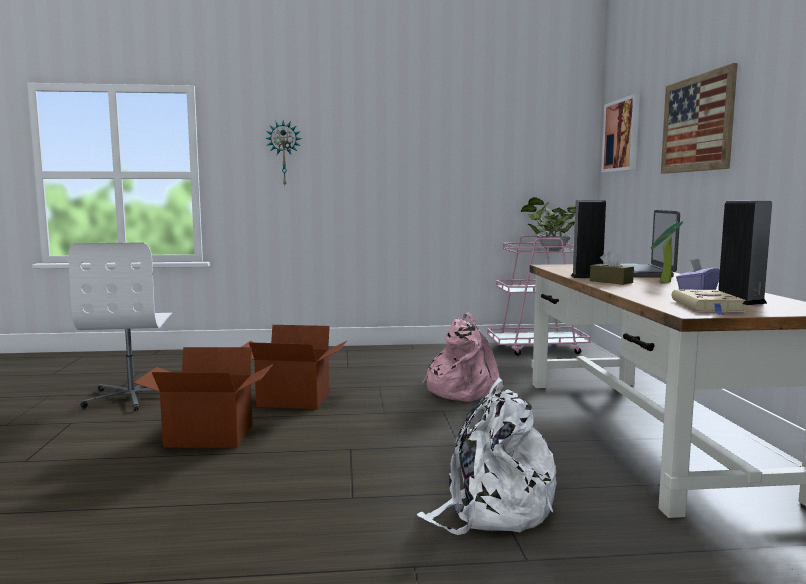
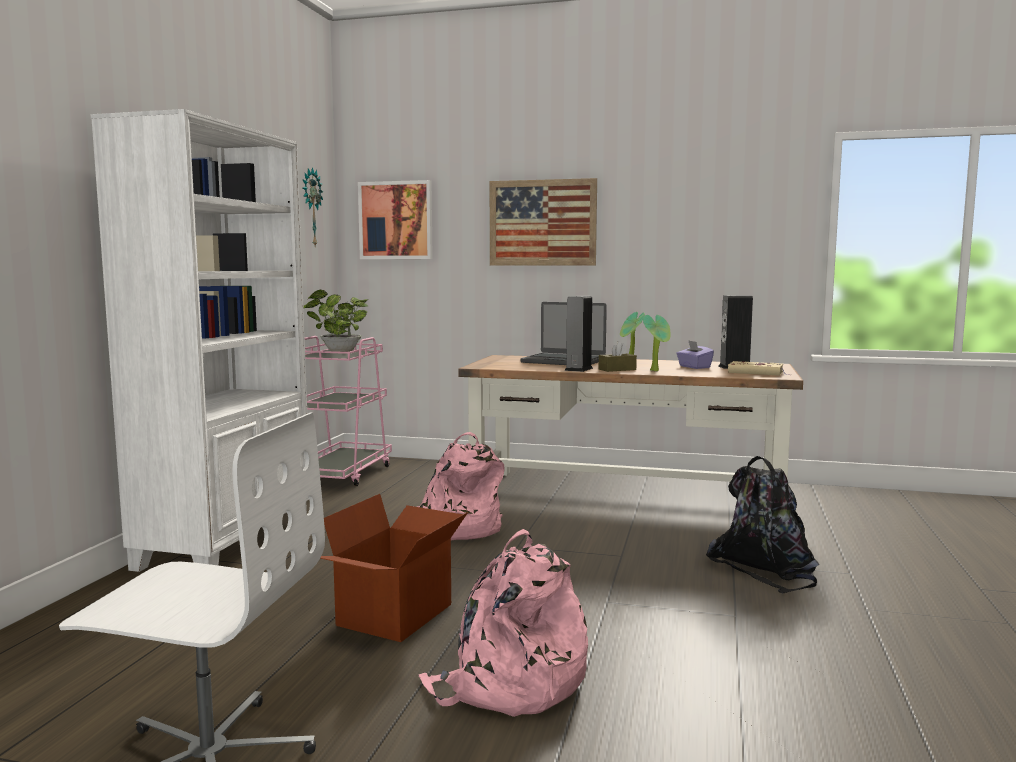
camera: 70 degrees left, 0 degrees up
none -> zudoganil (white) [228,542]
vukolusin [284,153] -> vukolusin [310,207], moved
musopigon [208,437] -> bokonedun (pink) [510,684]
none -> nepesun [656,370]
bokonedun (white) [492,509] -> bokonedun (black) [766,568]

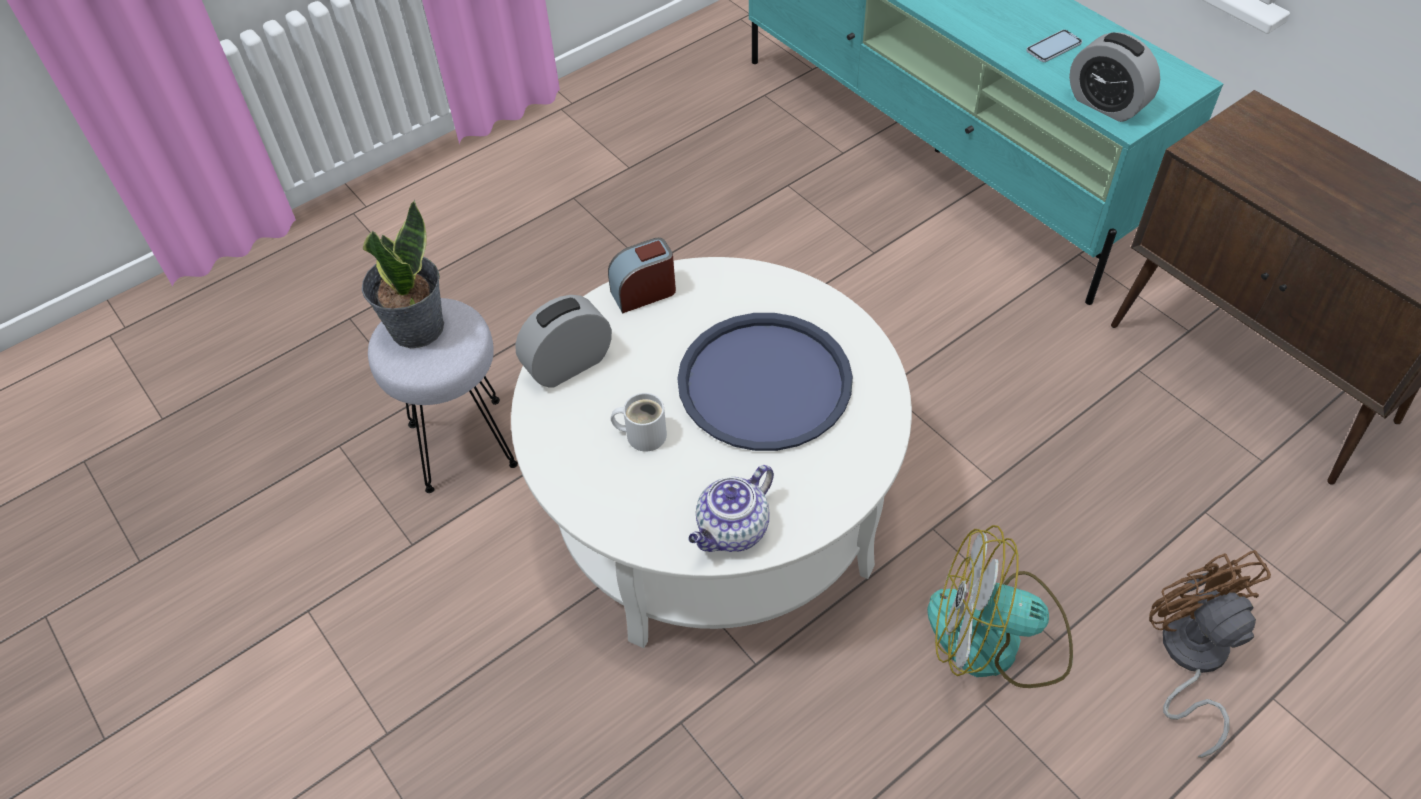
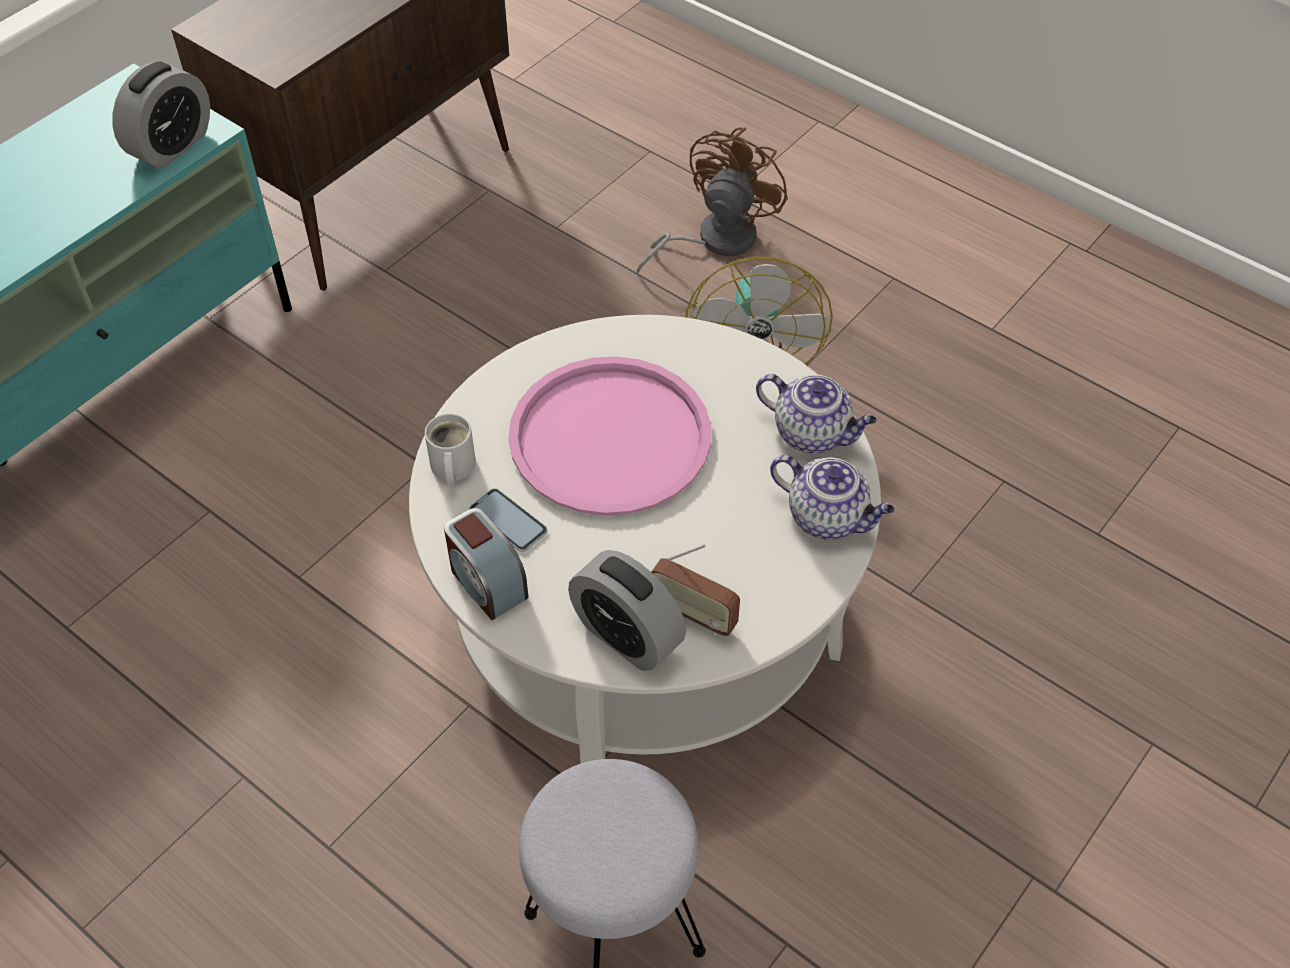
camera: 105 degrees left, 0 degrees up
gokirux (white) [642,433] -> gokirux (white) [451,467], moved
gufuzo [1053,47] -> gufuzo [508,521], moved
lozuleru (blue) [765,383] -> lozuleru (pink) [610,437]
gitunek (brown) [1189,658] -> gitunek (brown) [714,240], 150 degrees clockwise
none -> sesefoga [694,615]
none -> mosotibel [828,517]
nepesun [416,327] -> none

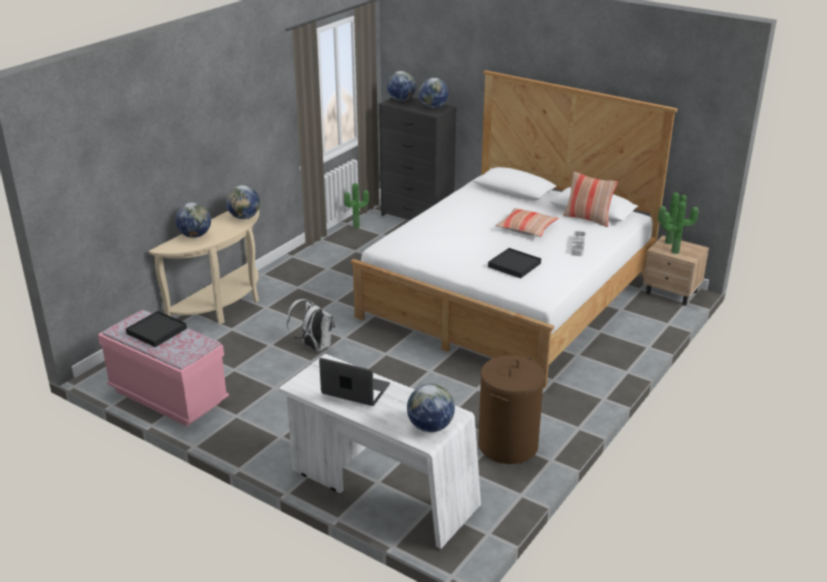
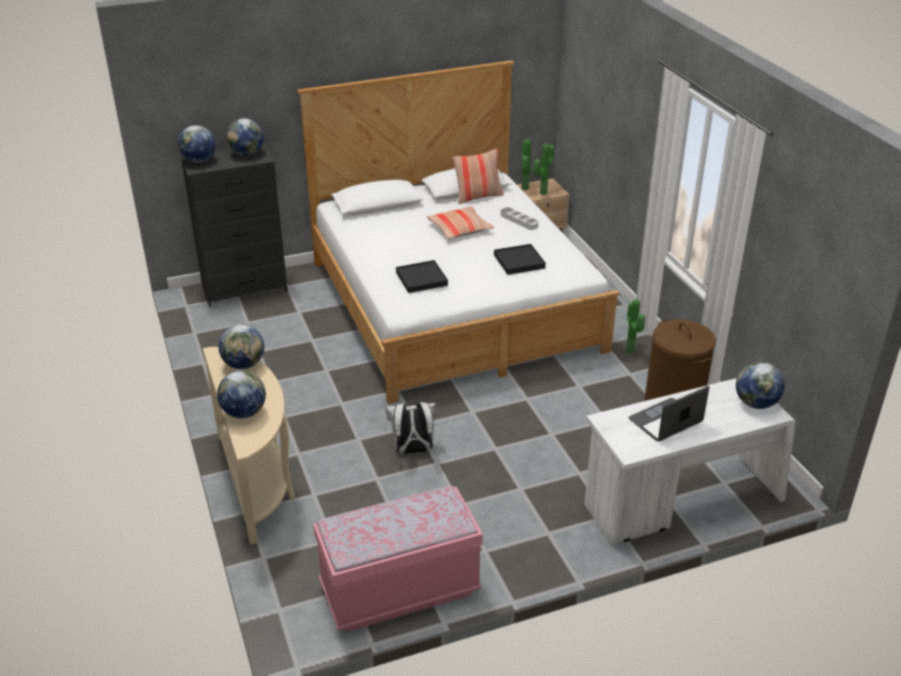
camera: 55 degrees left, 5 degrees up
lozuleru (black) [156,331] -> lozuleru (black) [421,279], moved
nepesun [357,227] -> nepesun [631,351], moved

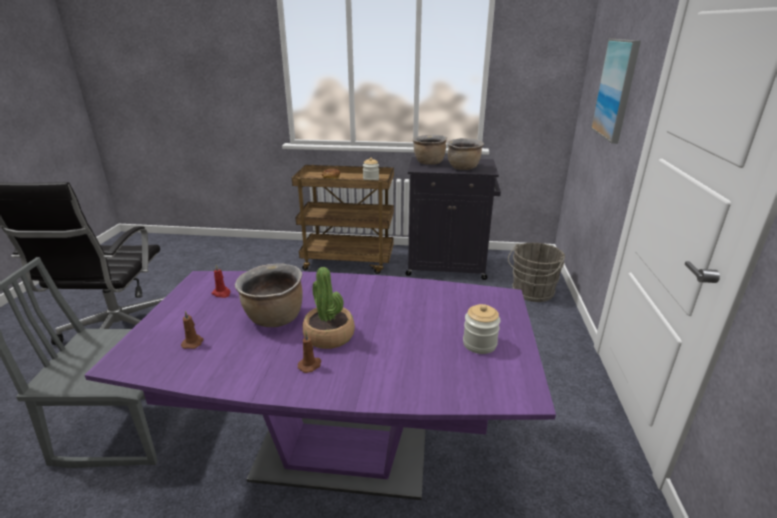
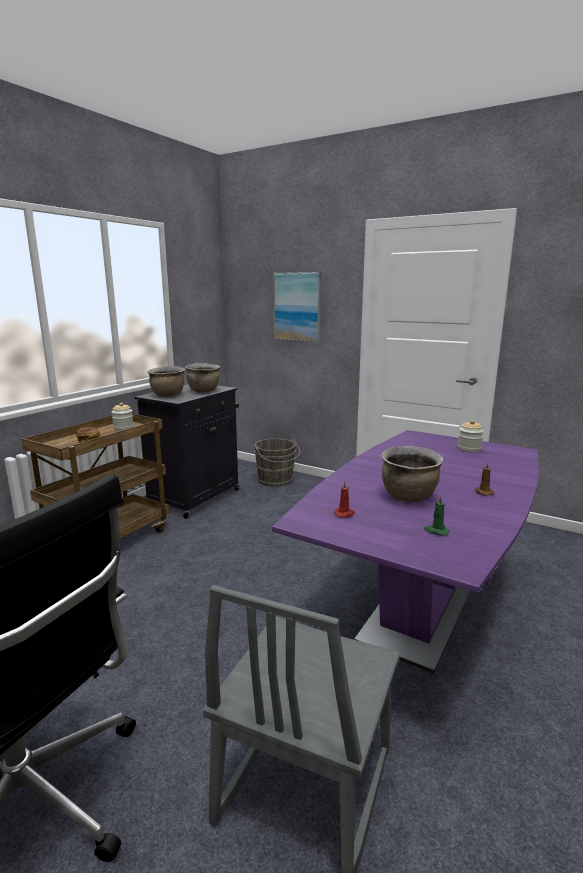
camera: 65 degrees left, 10 degrees down
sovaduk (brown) [193,342] -> sovaduk (green) [436,531]
nepesun [329,335] -> none

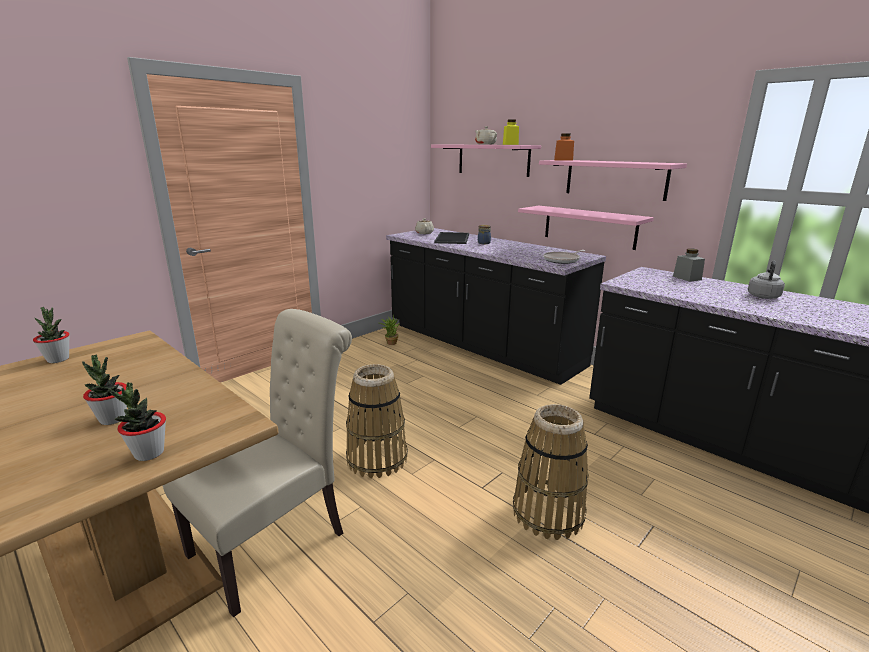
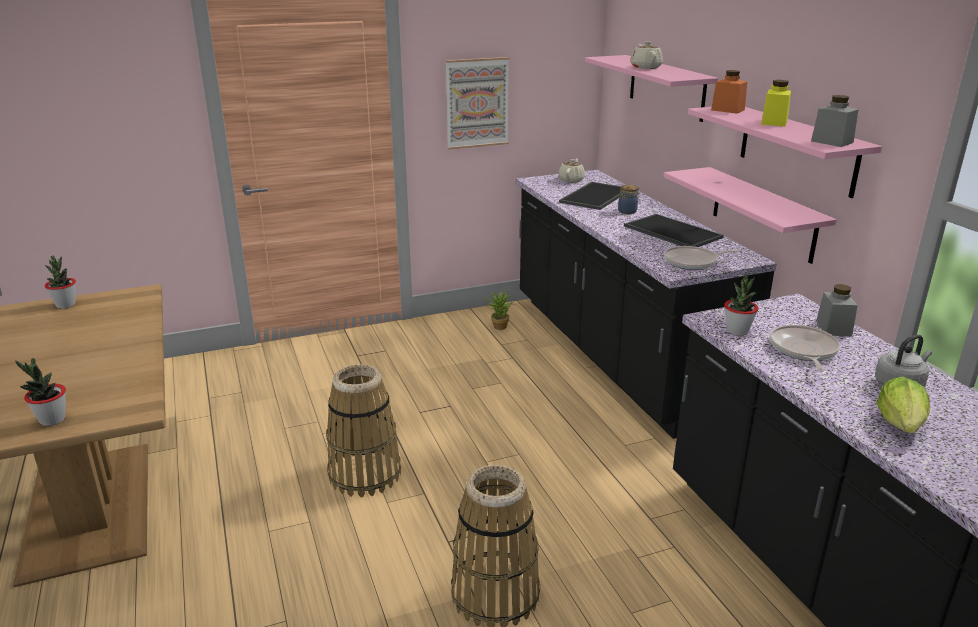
camera: 25 degrees right, 5 degrees up
none -> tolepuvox [477,103]
none -> lozuleru [670,232]
nepesun [113,419] -> nepesun [737,331], moved
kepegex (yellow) [510,144] -> kepegex (yellow) [774,122], moved
none -> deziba [803,350]
none -> kepegex (grey) [832,142]
none -> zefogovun [901,424]
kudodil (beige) [278,542] -> none

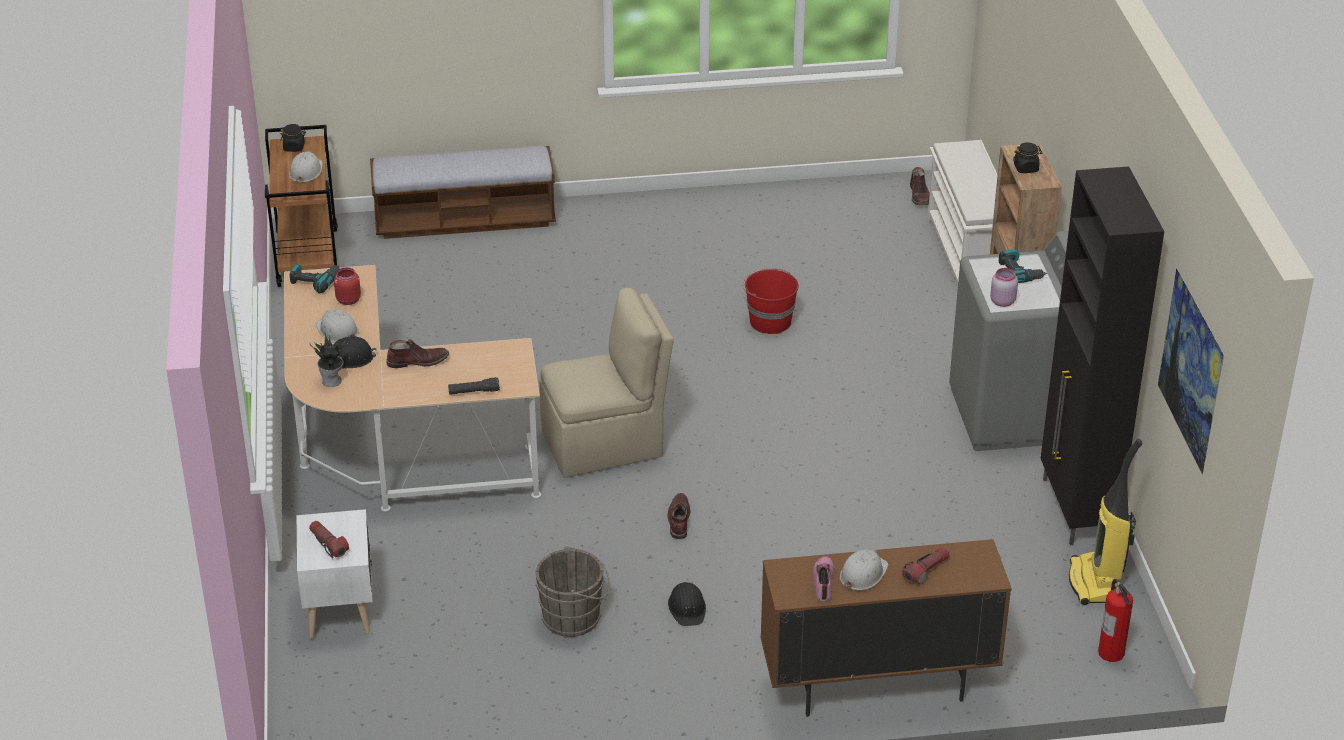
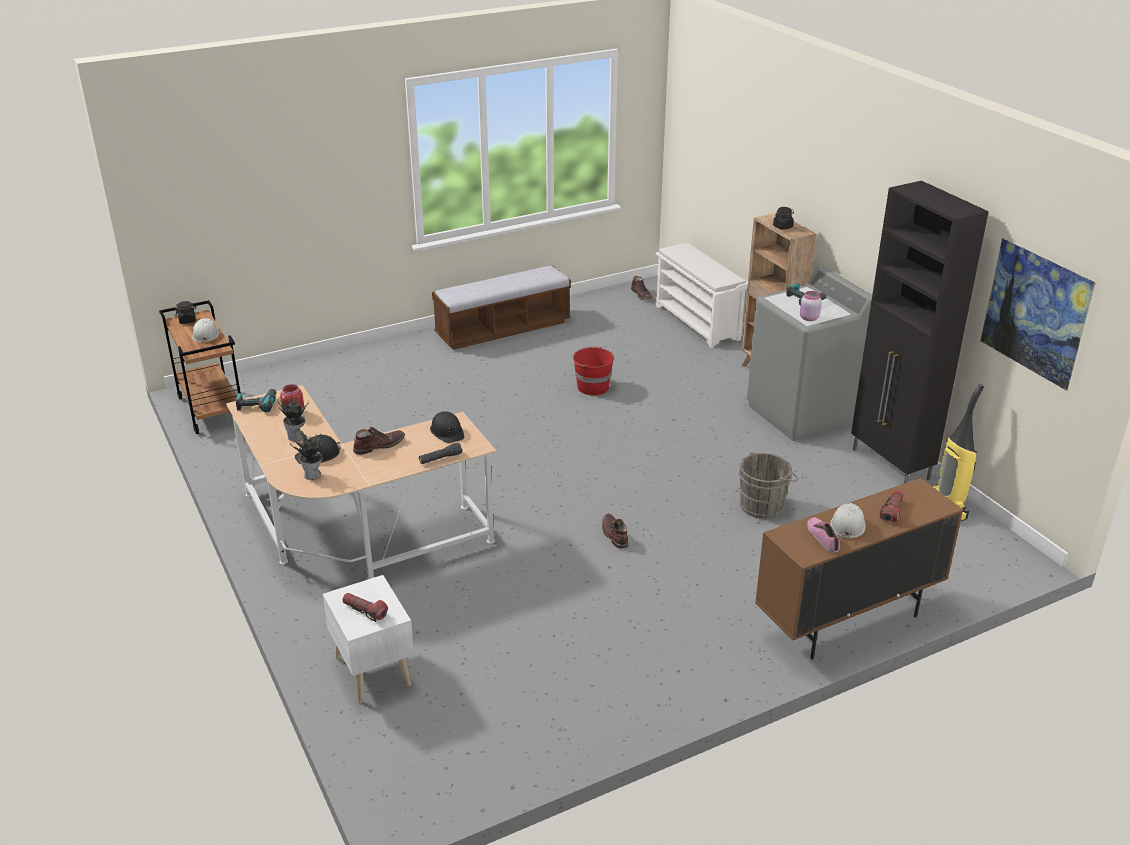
camera: 20 degrees left, 5 degrees down
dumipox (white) [337,331] -> nepesun [296,437]
dumipox (black) [687,608] -> dumipox (black) [447,432], moved
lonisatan [465,220] -> lonisatan [503,329], moved
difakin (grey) [575,617] -> difakin (grey) [764,505], moved
kudodil (beige) [605,444] -> none
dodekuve [1110,652] -> none

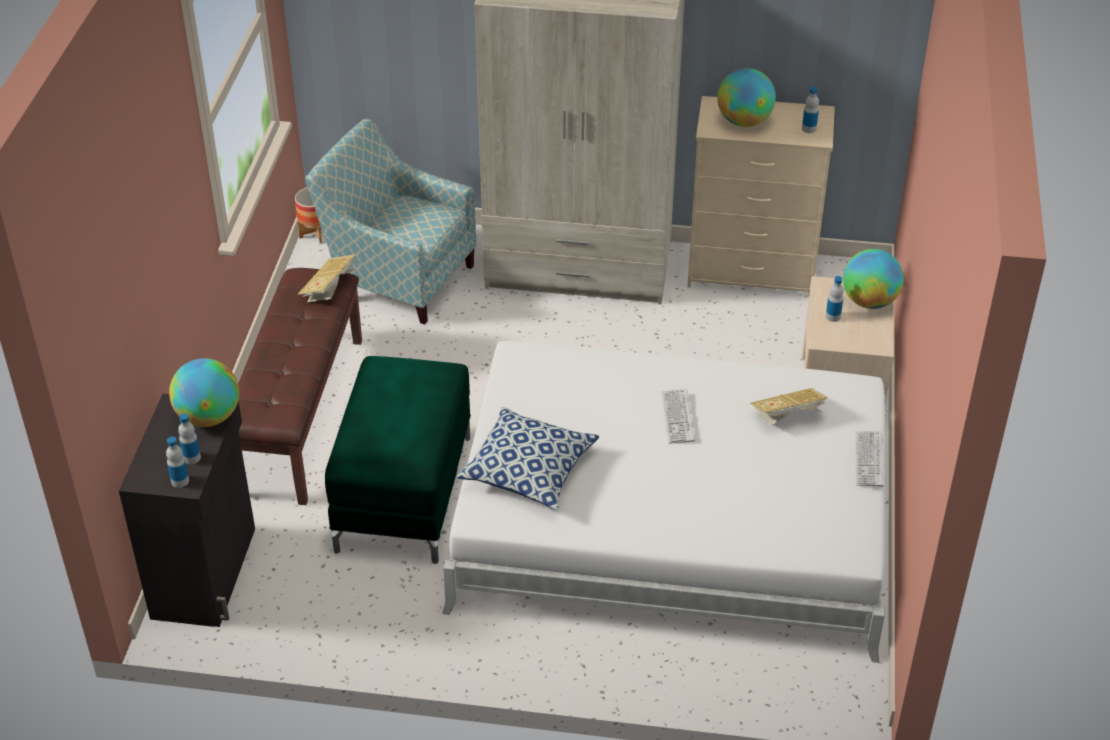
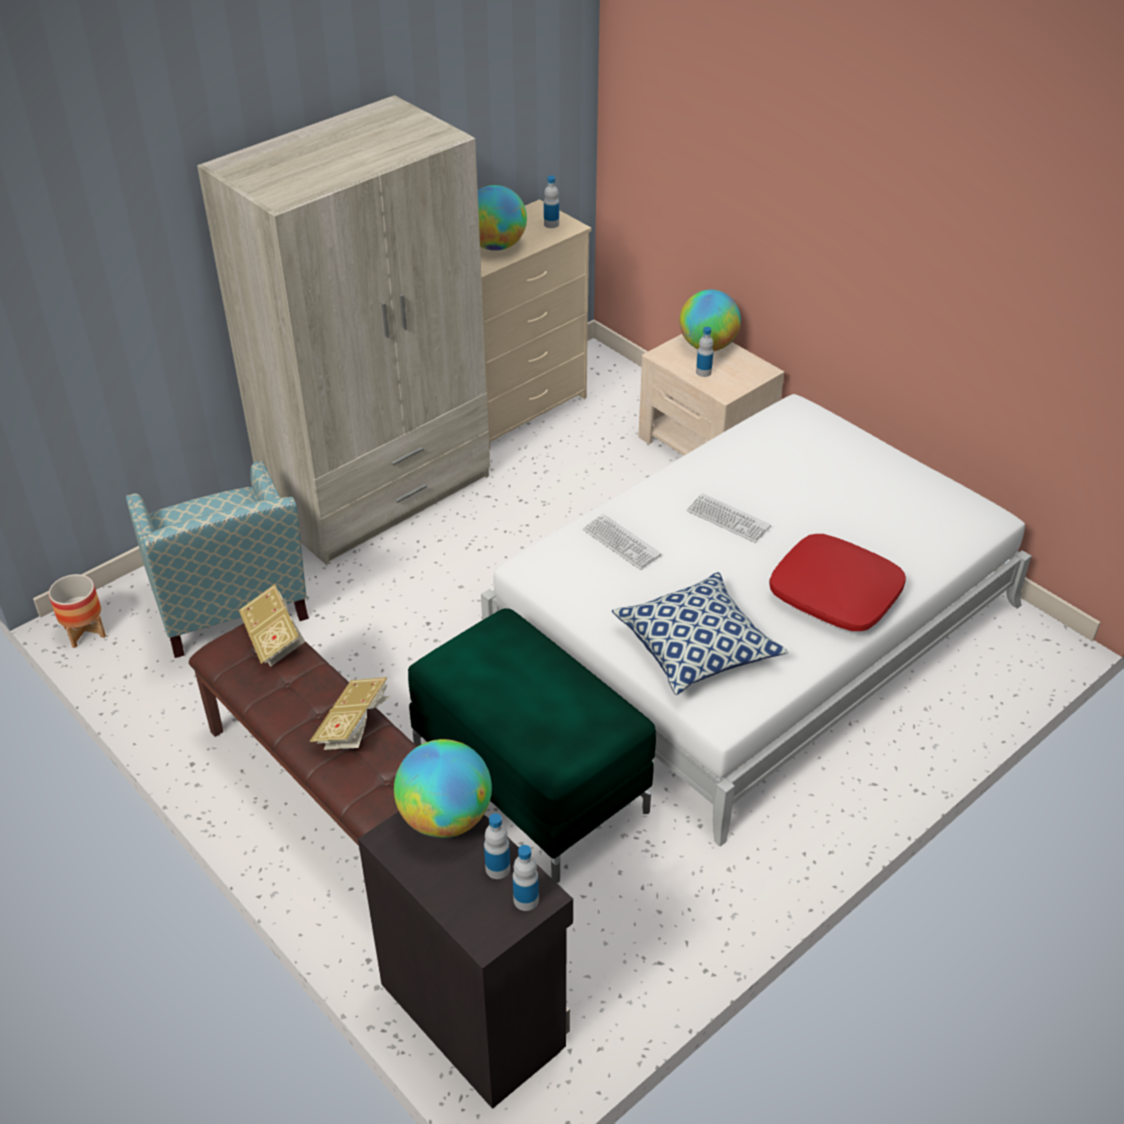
camera: 50 degrees left, 0 degrees up
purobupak [398,278] -> purobupak [232,612], 90 degrees counterclockwise
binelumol [787,417] -> binelumol [354,727], moved
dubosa [869,459] -> dubosa [621,543], moved
none -> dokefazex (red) [835,593]

